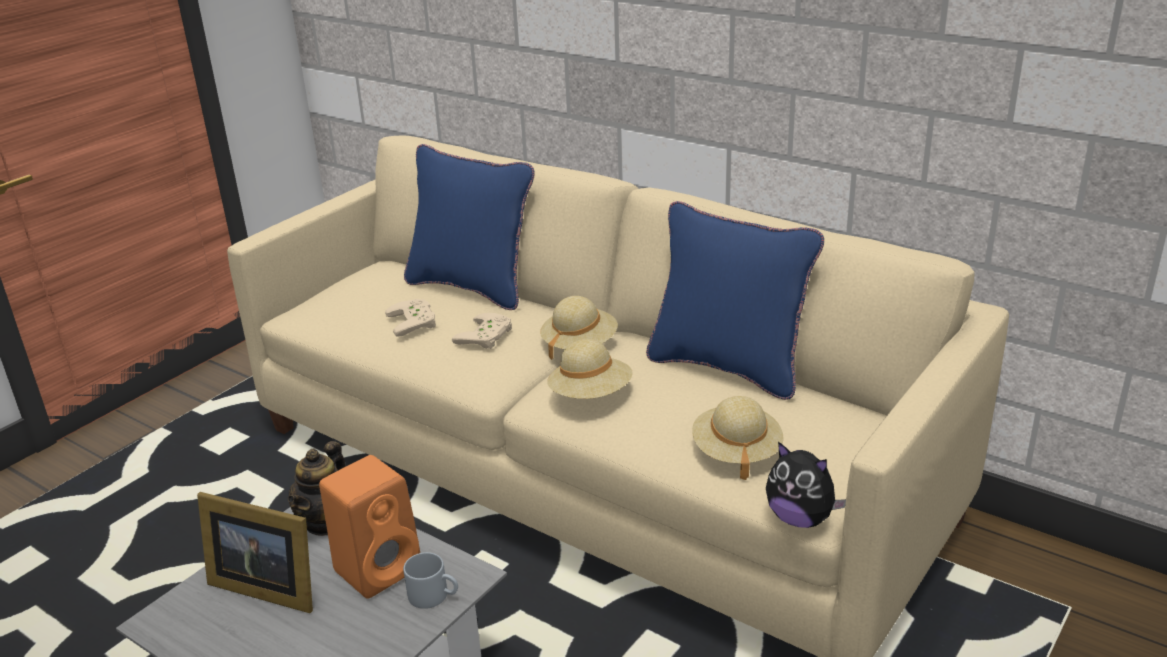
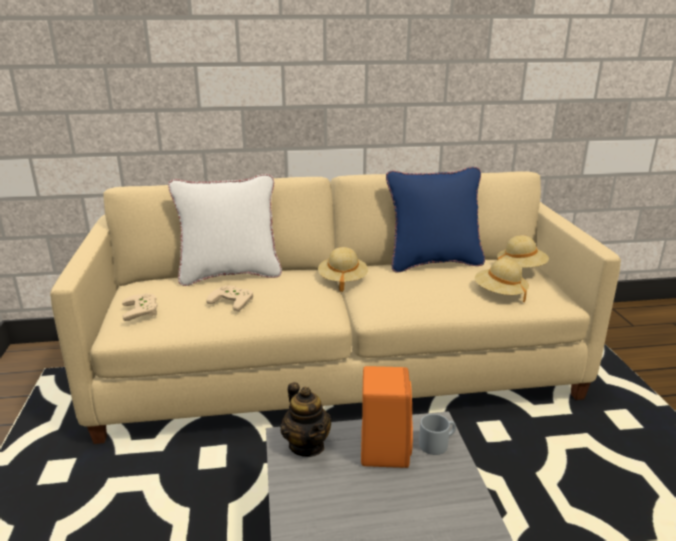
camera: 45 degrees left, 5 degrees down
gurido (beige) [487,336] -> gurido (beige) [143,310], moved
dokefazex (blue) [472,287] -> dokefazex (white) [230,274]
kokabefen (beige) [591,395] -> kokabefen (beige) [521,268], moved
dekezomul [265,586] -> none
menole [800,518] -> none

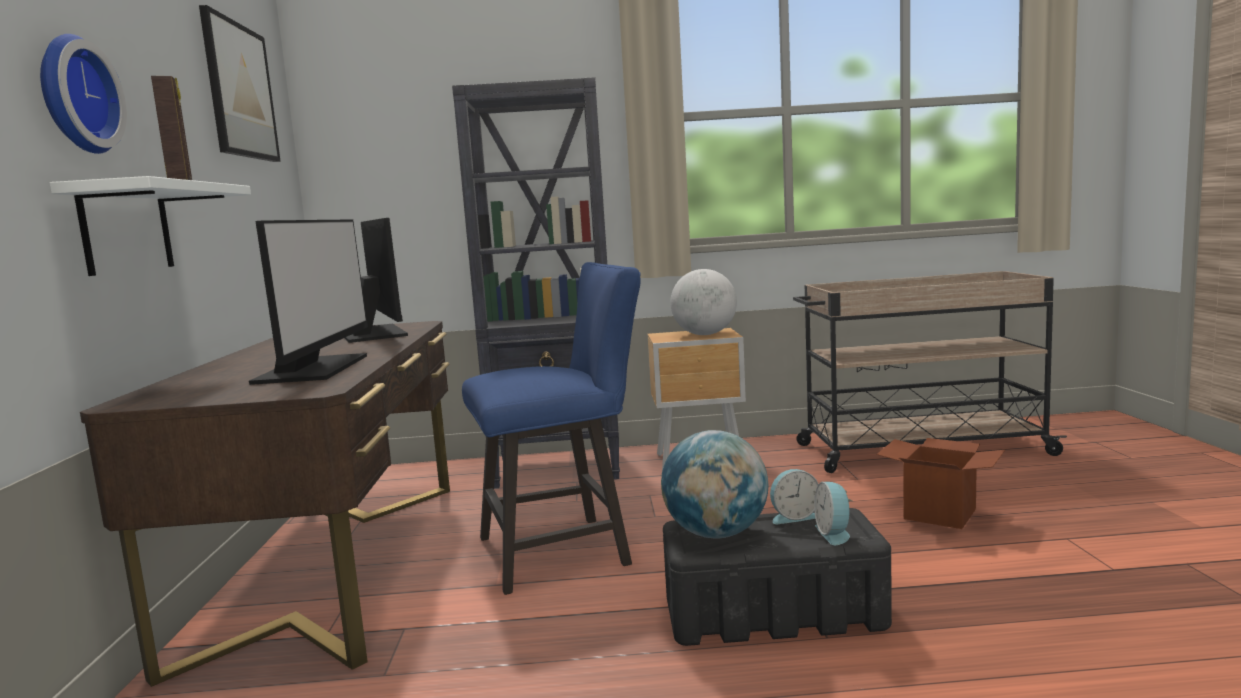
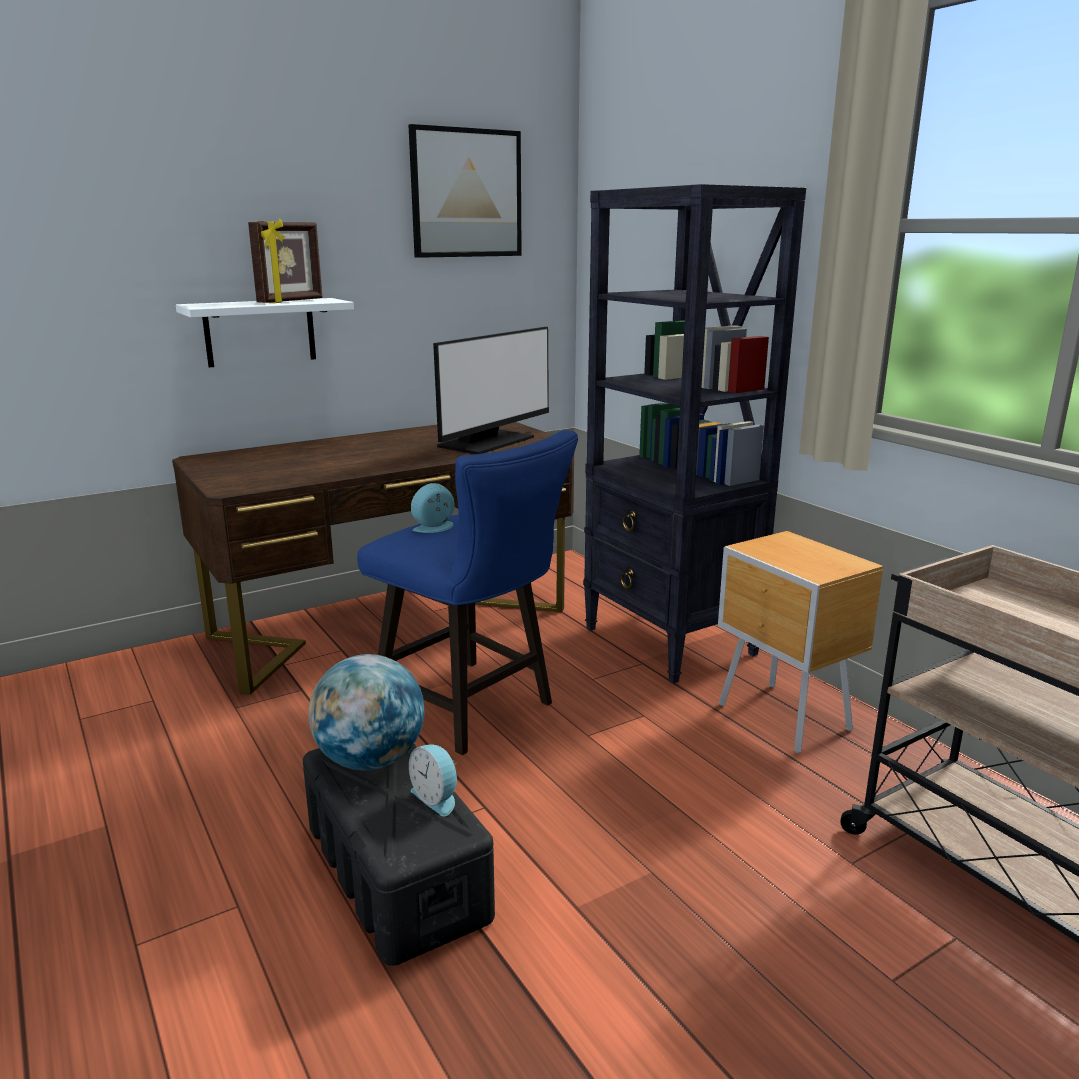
camera: 60 degrees right, 10 degrees up
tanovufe [834,533] -> tanovufe [435,528], moved
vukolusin [73,95] -> none
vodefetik [315,369] -> none
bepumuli [705,334] -> none
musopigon [940,514] -> none

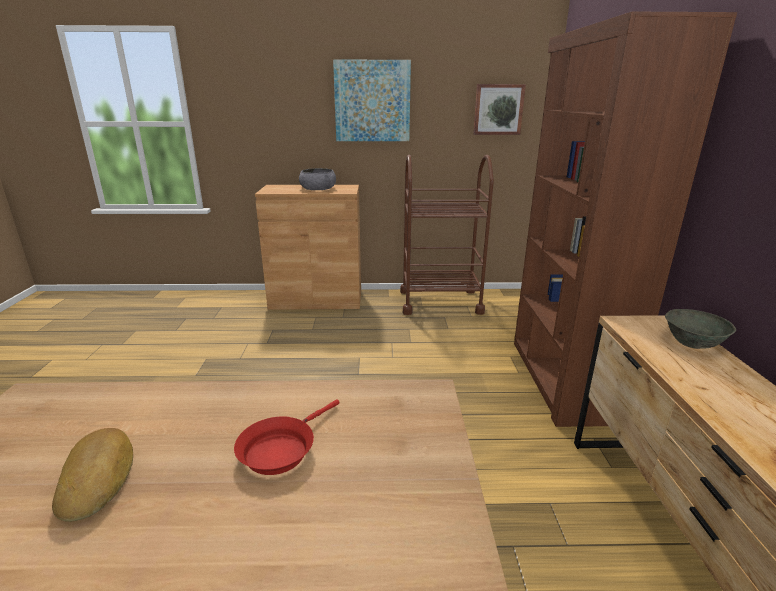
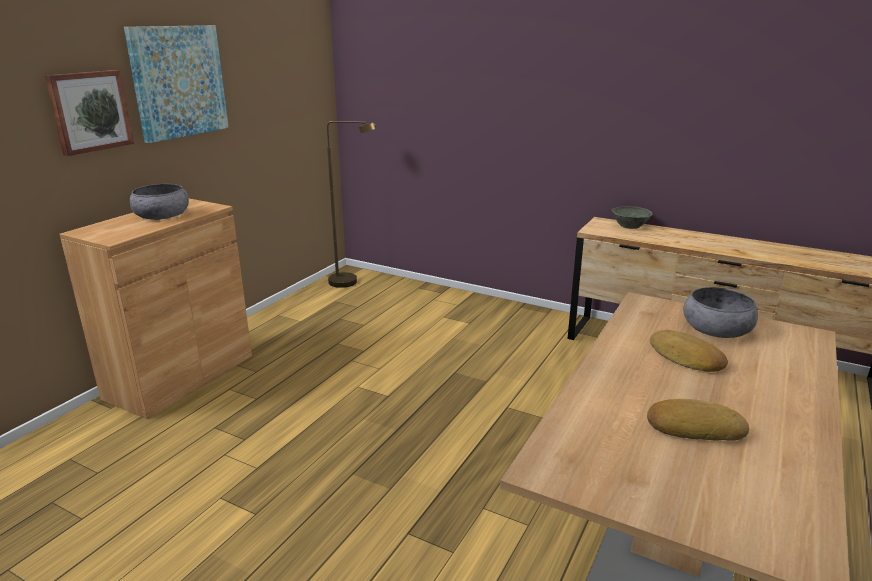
camera: 60 degrees left, 0 degrees up
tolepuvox [498,109] -> tolepuvox [90,111], moved
none -> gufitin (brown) [351,282]
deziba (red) [281,449] -> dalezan [685,357]
none -> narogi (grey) [716,328]
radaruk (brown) [440,302] -> none
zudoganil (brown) [562,379] -> none

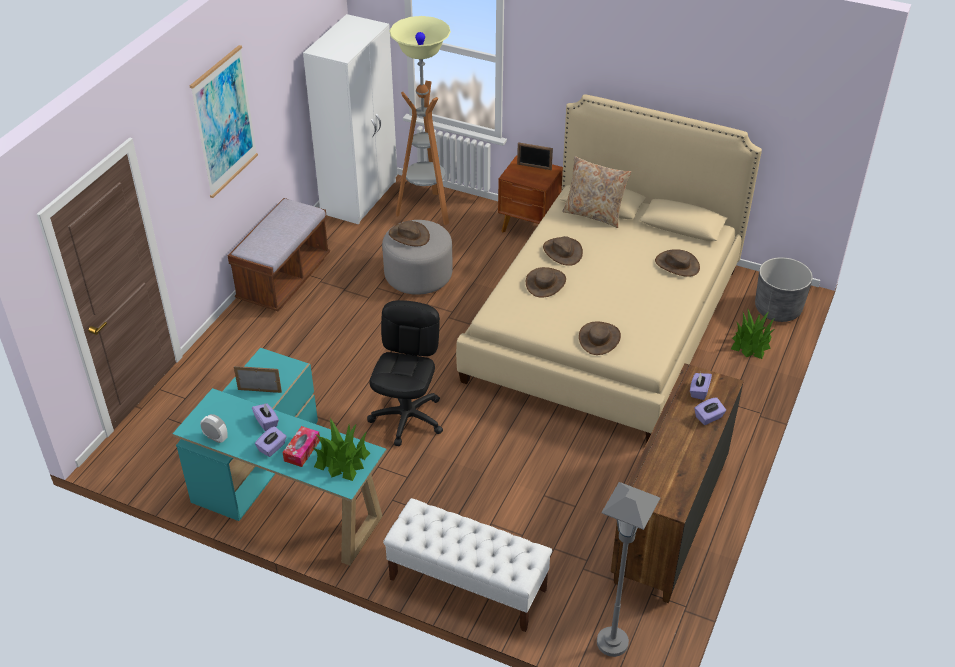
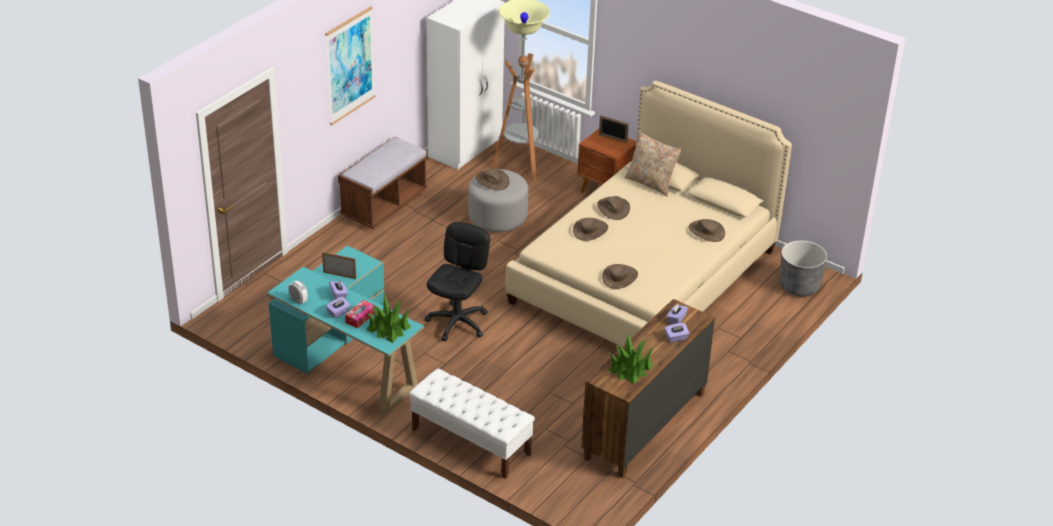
camera: 10 degrees right, 5 degrees down
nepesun [751,343] -> nepesun [630,368], moved
gufitin (grey) [612,643] -> none

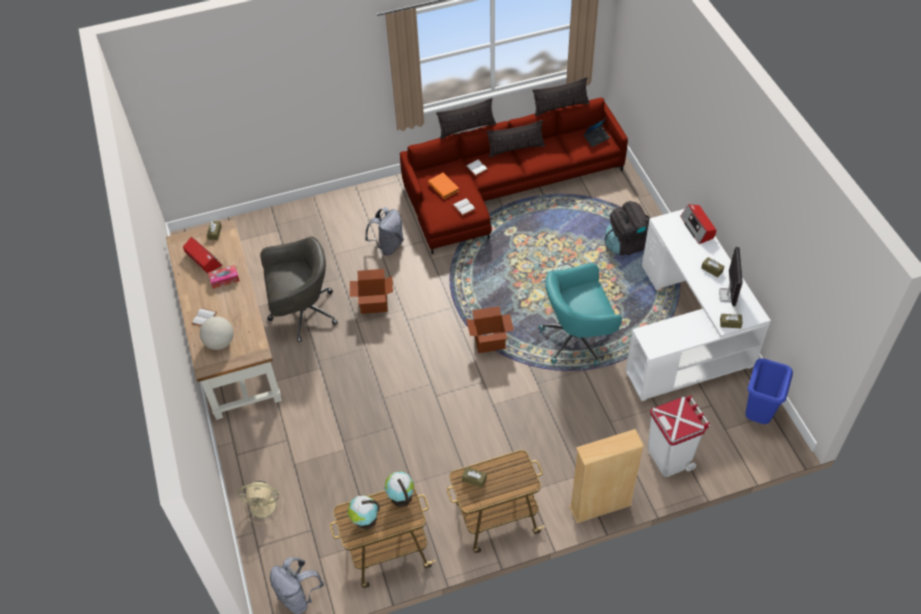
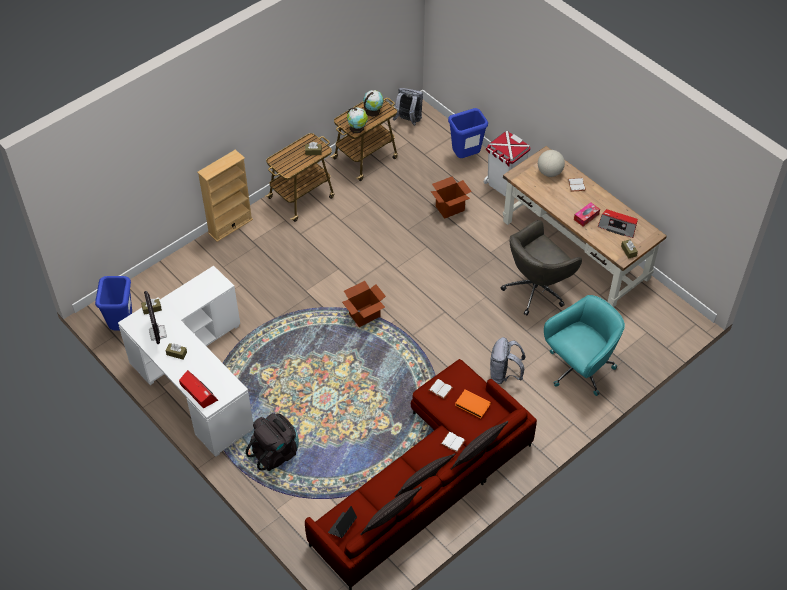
camera: 155 degrees right, 0 degrees up
musopigon [373,304] -> musopigon [450,208], moved
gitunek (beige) [264,506] -> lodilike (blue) [465,157]
lodilike (white) [669,457] -> lodilike (white) [504,186], moved
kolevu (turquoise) [577,339] -> kolevu (turquoise) [579,369], moved

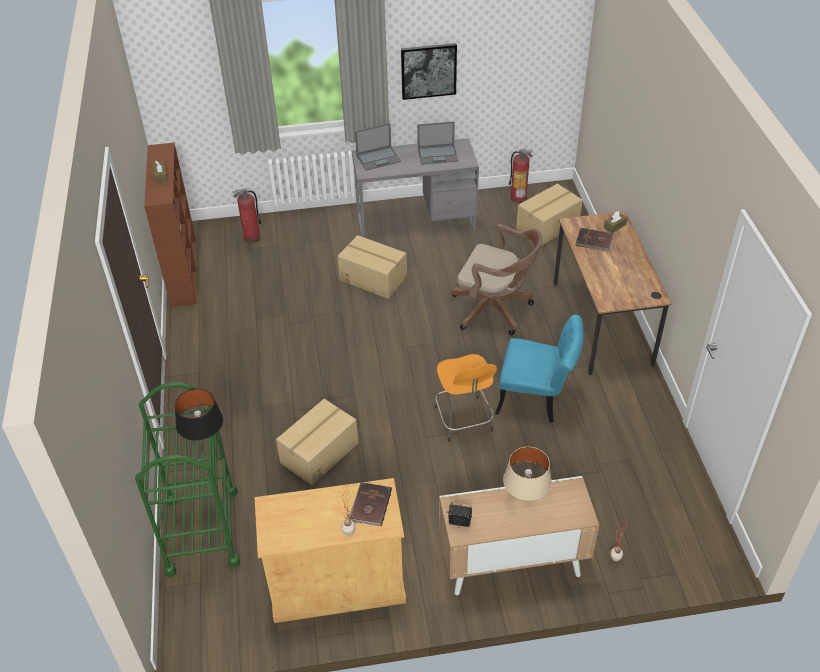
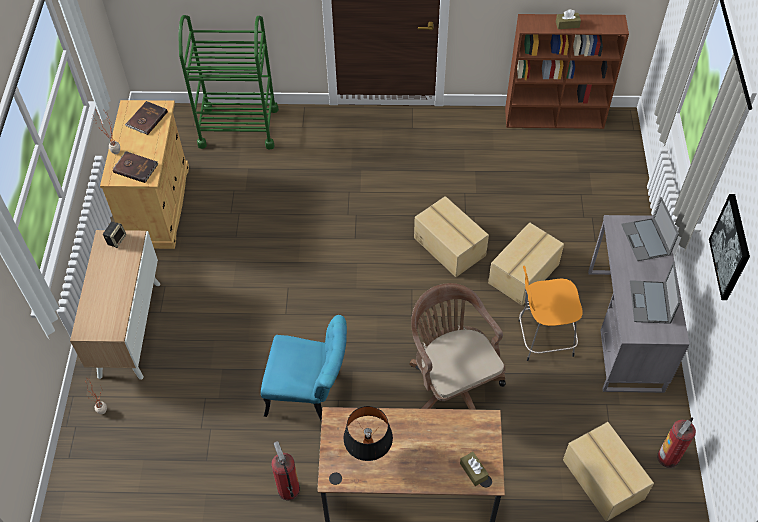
camera: 100 degrees right, 10 degrees up
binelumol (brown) [594,241] -> binelumol (brown) [146,119], moved
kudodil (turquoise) [537,399] -> kudodil (turquoise) [310,393], 105 degrees counterclockwise
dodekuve [252,238] -> dodekuve [288,489], moved
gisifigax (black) [204,441] -> gisifigax (black) [368,451], moved
kolevu (brown) [495,310] -> kolevu (brown) [452,383], 120 degrees clockwise
musopigon [318,453] -> musopigon [450,246], moved
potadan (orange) [464,421] -> potadan (orange) [543,338], moved
gisifigax (beige) [525,499] -> none

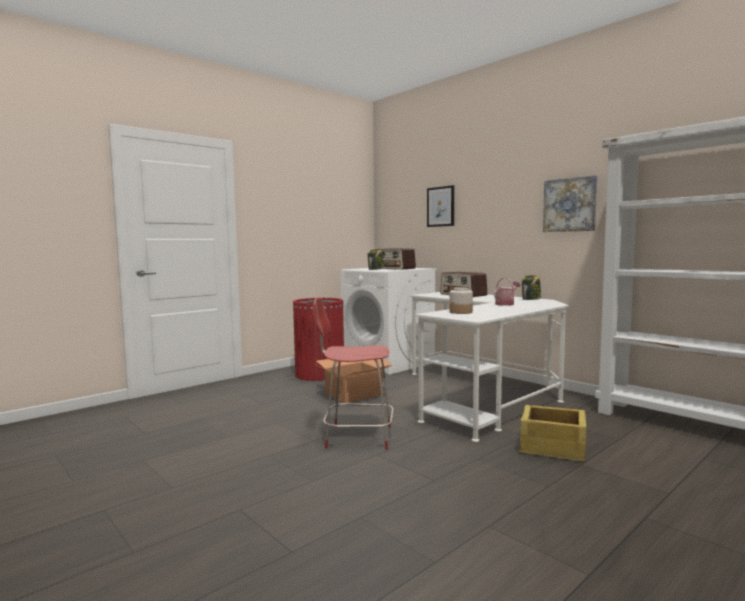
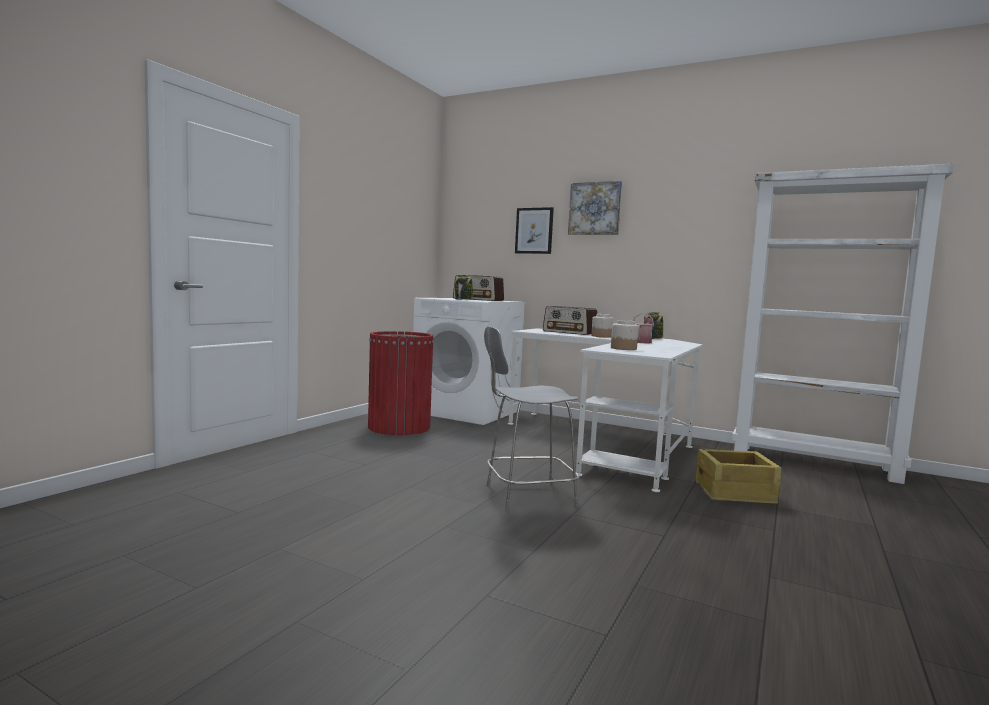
camera: 20 degrees left, 0 degrees up
potadan (red) [356,436] -> potadan (grey) [526,495]
tolepuvox [570,205] -> tolepuvox [595,208], moved
none -> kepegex [601,336]
musopigon [353,394] -> none

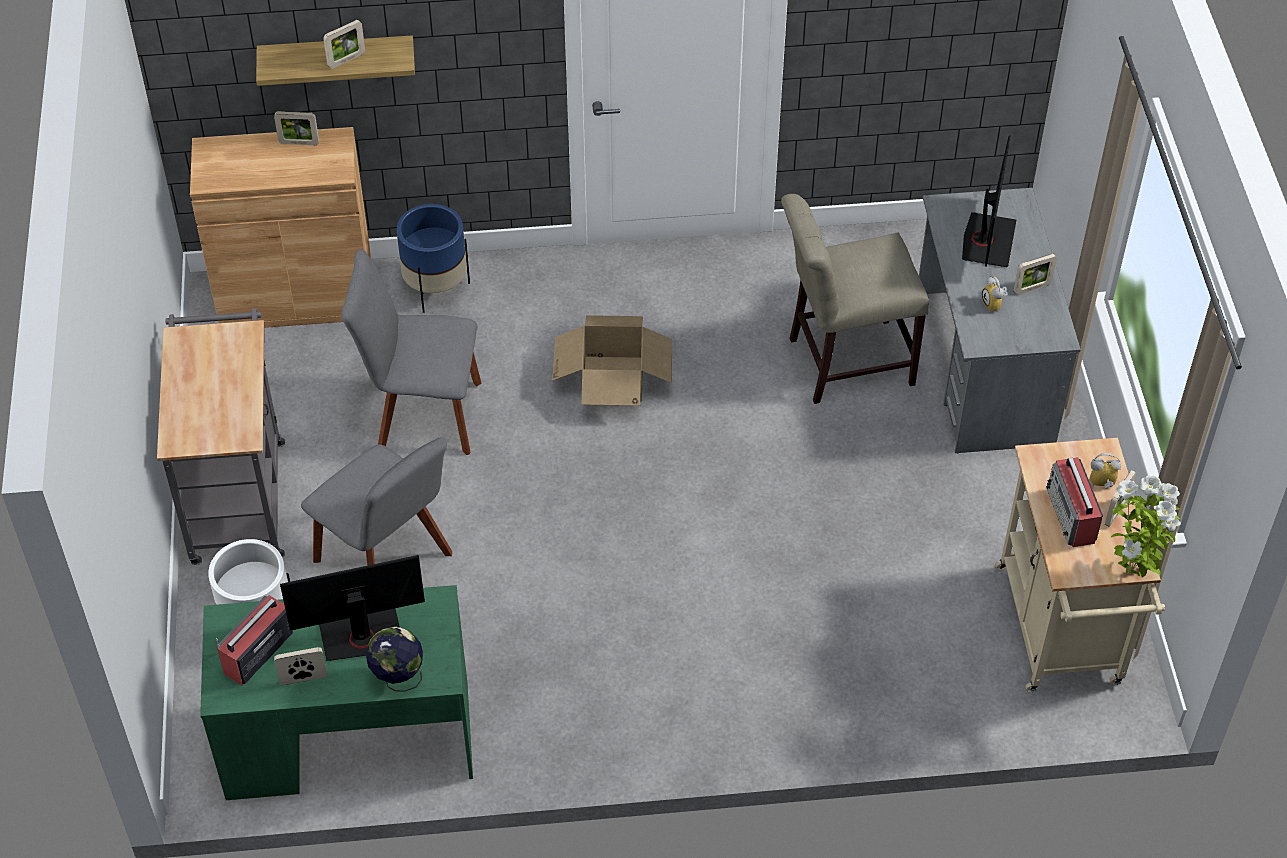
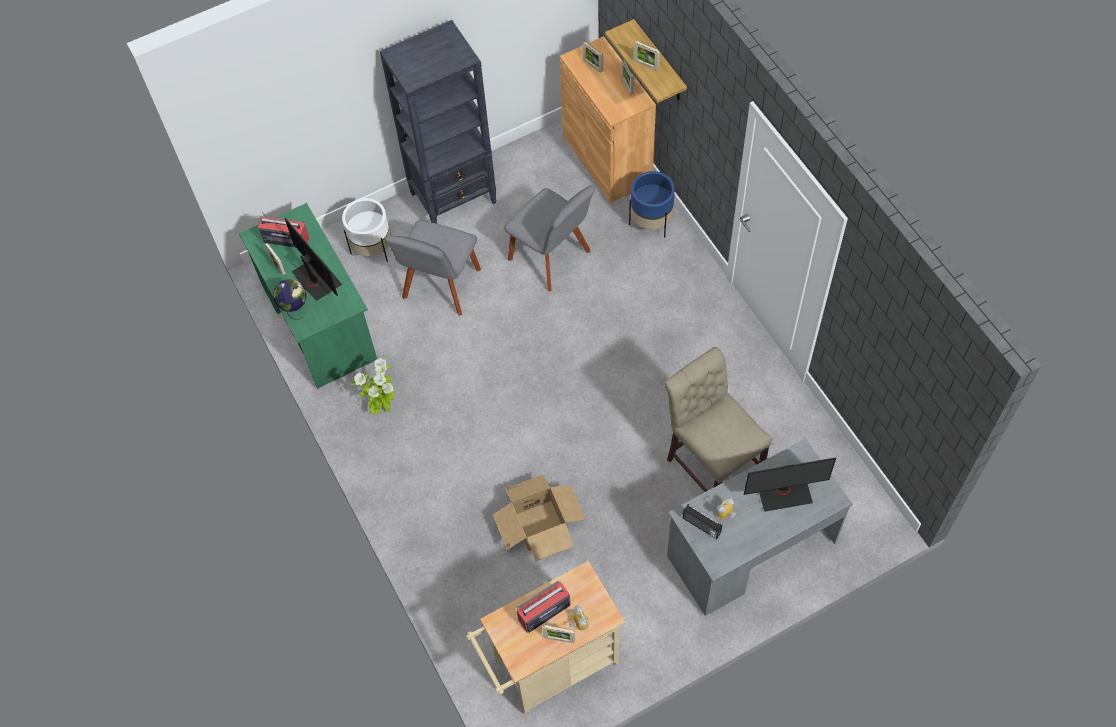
camera: 70 degrees right, 10 degrees up
nepesun [1132,573] -> nepesun [383,407], moved
radaruk (grey) [237,493] -> zudoganil (black) [454,198]
musopigon [613,379] -> musopigon [539,525], moved
kudodil (grey) [422,414] -> kudodil (grey) [552,258], 150 degrees clockwise
dekezomul [1032,288] -> dekezomul [592,65], moved
none -> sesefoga [701,526]

